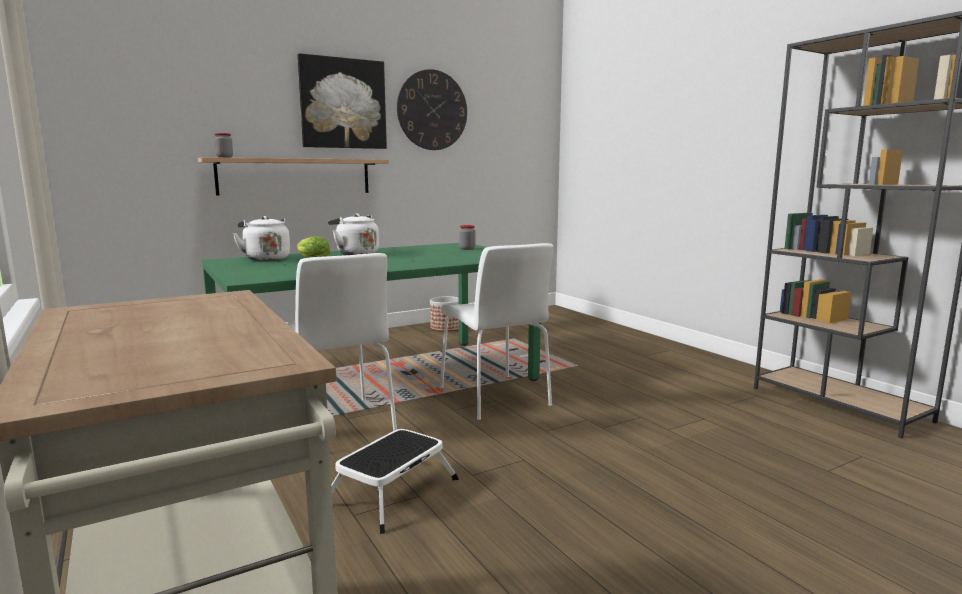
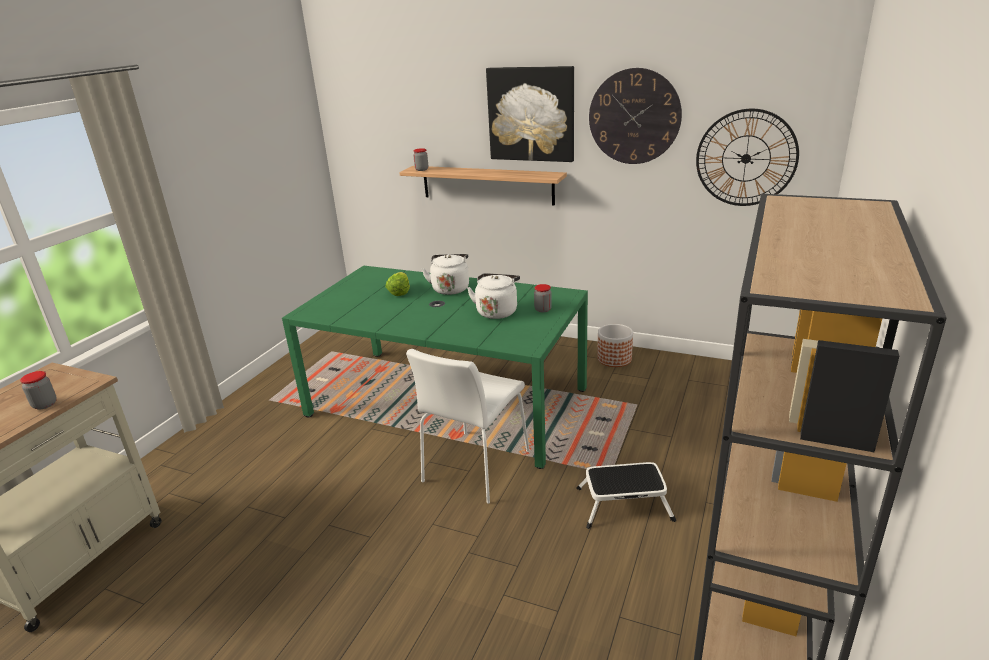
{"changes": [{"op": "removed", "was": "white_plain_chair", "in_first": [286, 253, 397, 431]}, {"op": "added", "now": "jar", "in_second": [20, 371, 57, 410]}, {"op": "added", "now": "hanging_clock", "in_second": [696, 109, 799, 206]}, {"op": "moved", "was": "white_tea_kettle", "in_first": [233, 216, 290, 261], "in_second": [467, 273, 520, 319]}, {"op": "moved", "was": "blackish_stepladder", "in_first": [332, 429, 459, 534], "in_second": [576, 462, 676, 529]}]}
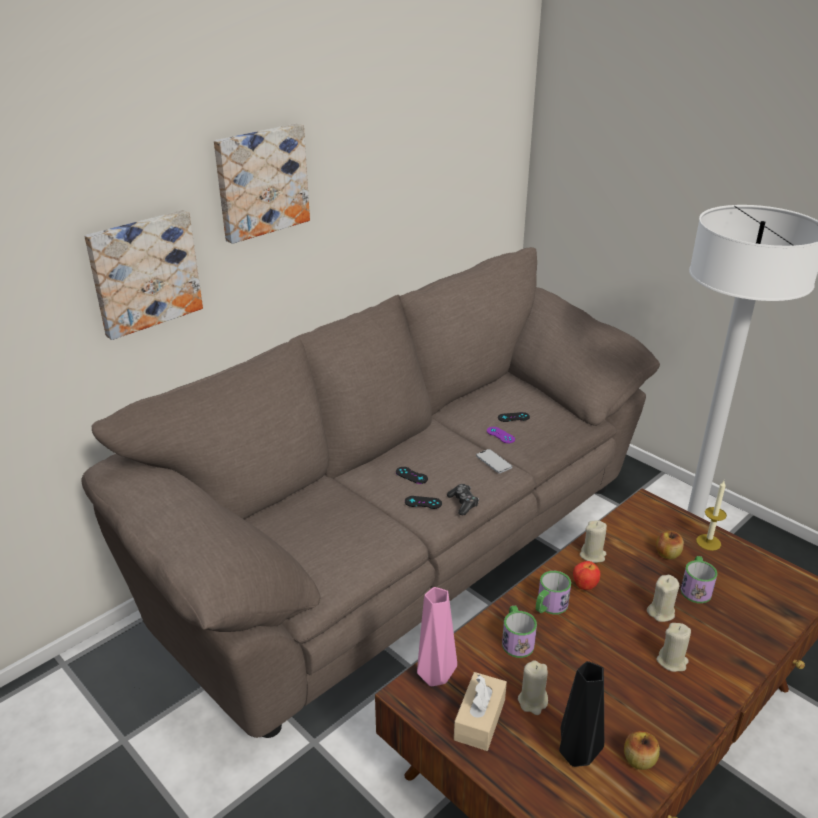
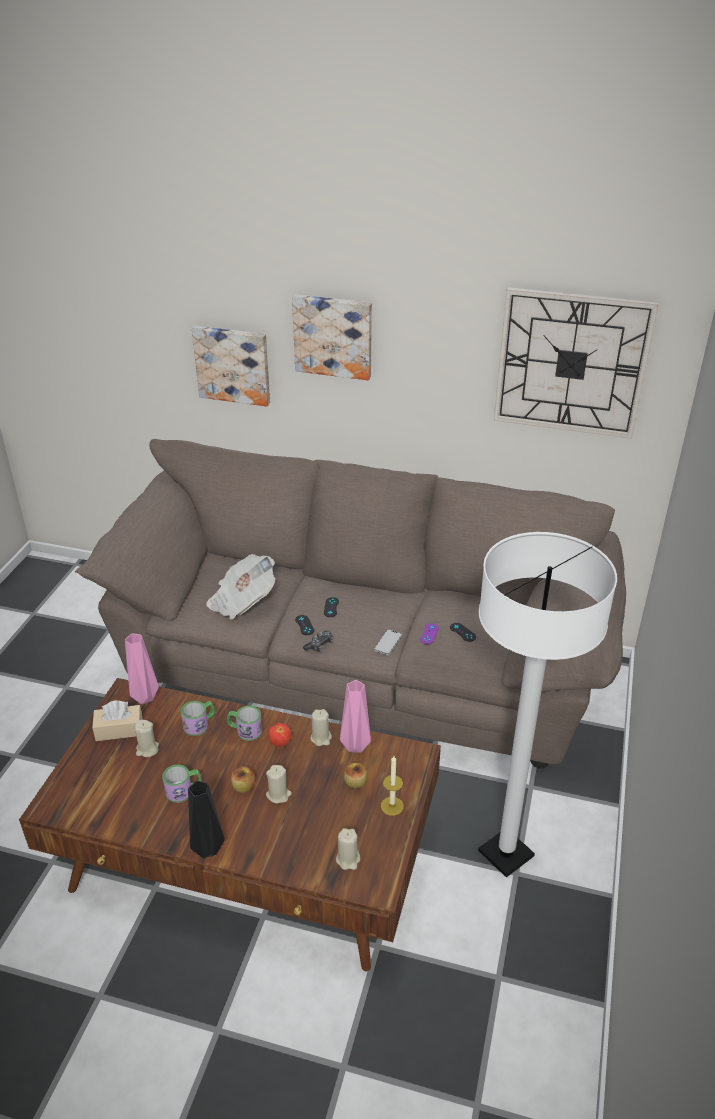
{"changes": [{"op": "added", "now": "printed_paper", "in_second": [206, 554, 275, 620]}, {"op": "added", "now": "pinkish_vase", "in_second": [340, 680, 371, 753]}, {"op": "added", "now": "hanging_clock", "in_second": [494, 287, 659, 439]}, {"op": "moved", "was": "blackish_vase", "in_first": [559, 661, 604, 767], "in_second": [188, 781, 225, 858]}, {"op": "moved", "was": "apple", "in_first": [624, 731, 660, 770], "in_second": [231, 766, 256, 793]}, {"op": "moved", "was": "sand-coloured_wax_candle", "in_first": [657, 623, 691, 672], "in_second": [336, 828, 360, 870]}, {"op": "moved", "was": "tea_mug", "in_first": [681, 556, 717, 603], "in_second": [162, 764, 202, 803]}]}
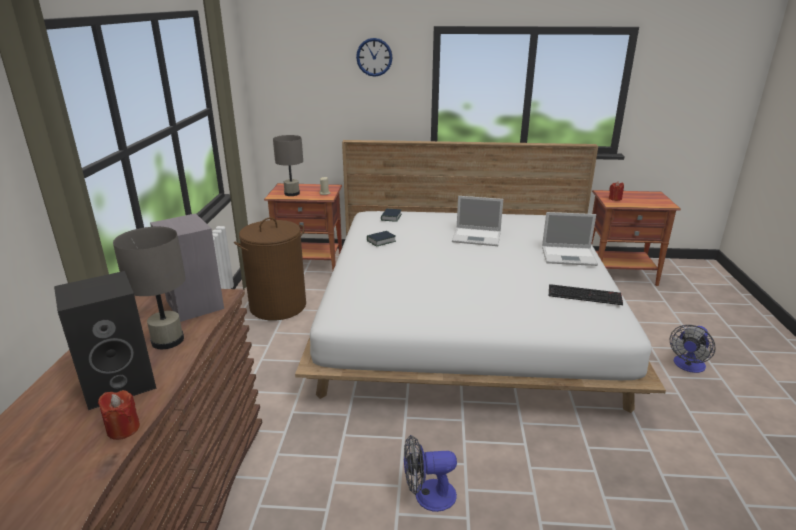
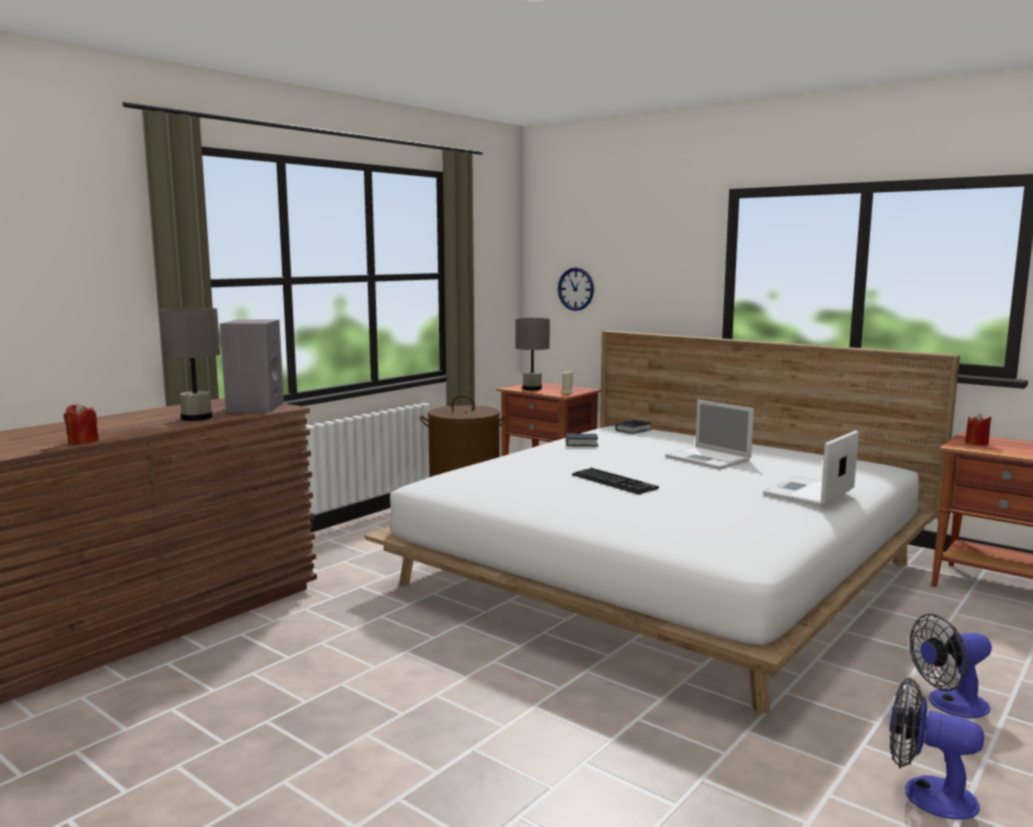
{"changes": [{"op": "removed", "was": "blackish_loudspeaker", "in_first": [54, 271, 157, 410]}, {"op": "moved", "was": "hanging_clock", "in_first": [356, 38, 393, 77], "in_second": [558, 268, 594, 311]}, {"op": "moved", "was": "cooling_fan", "in_first": [404, 435, 457, 512], "in_second": [889, 678, 984, 820]}, {"op": "moved", "was": "PC_keyboard", "in_first": [549, 284, 623, 305], "in_second": [572, 468, 659, 495]}, {"op": "turned", "was": "laptop", "in_first": [542, 212, 598, 266], "in_second": [763, 430, 859, 507], "clockwise": 90}]}
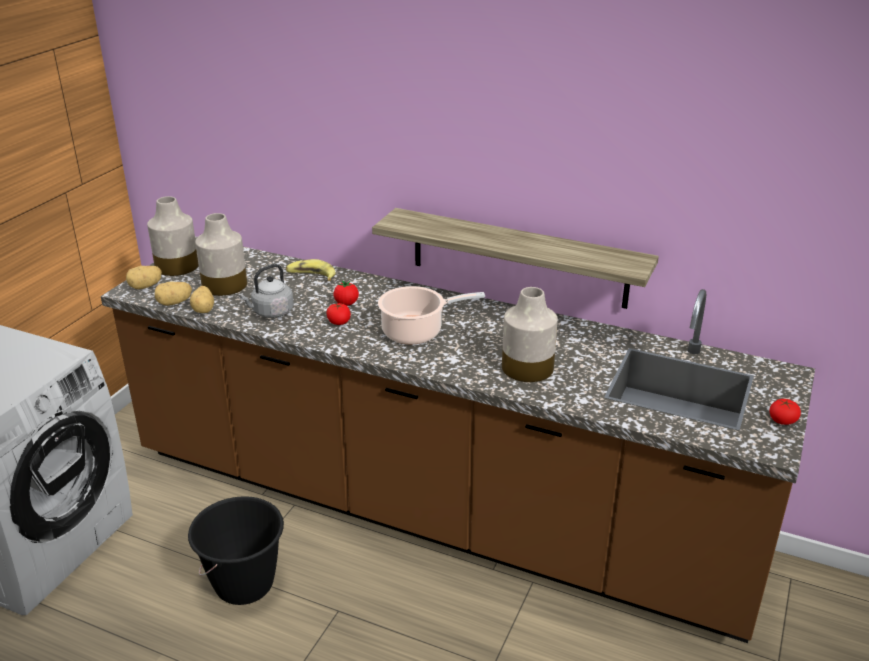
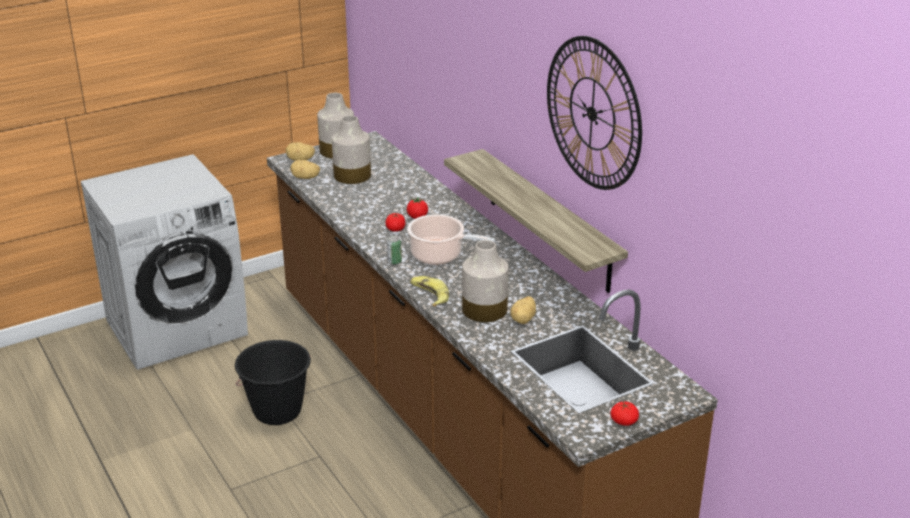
{"changes": [{"op": "removed", "was": "grey_tea_kettle", "in_first": [239, 264, 294, 318]}, {"op": "added", "now": "metal_can", "in_second": [387, 236, 402, 265]}, {"op": "added", "now": "hanging_clock", "in_second": [547, 36, 642, 190]}, {"op": "moved", "was": "potato", "in_first": [190, 286, 214, 313], "in_second": [510, 296, 536, 324]}, {"op": "moved", "was": "banana_fruit", "in_first": [286, 259, 336, 281], "in_second": [410, 276, 449, 307]}]}
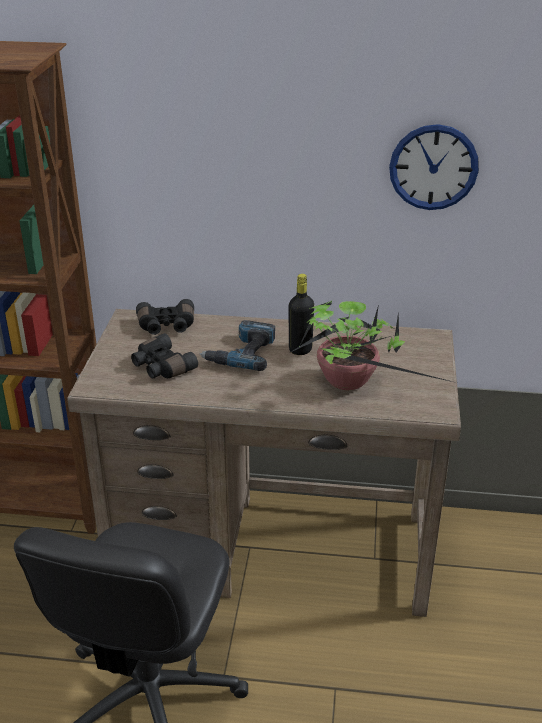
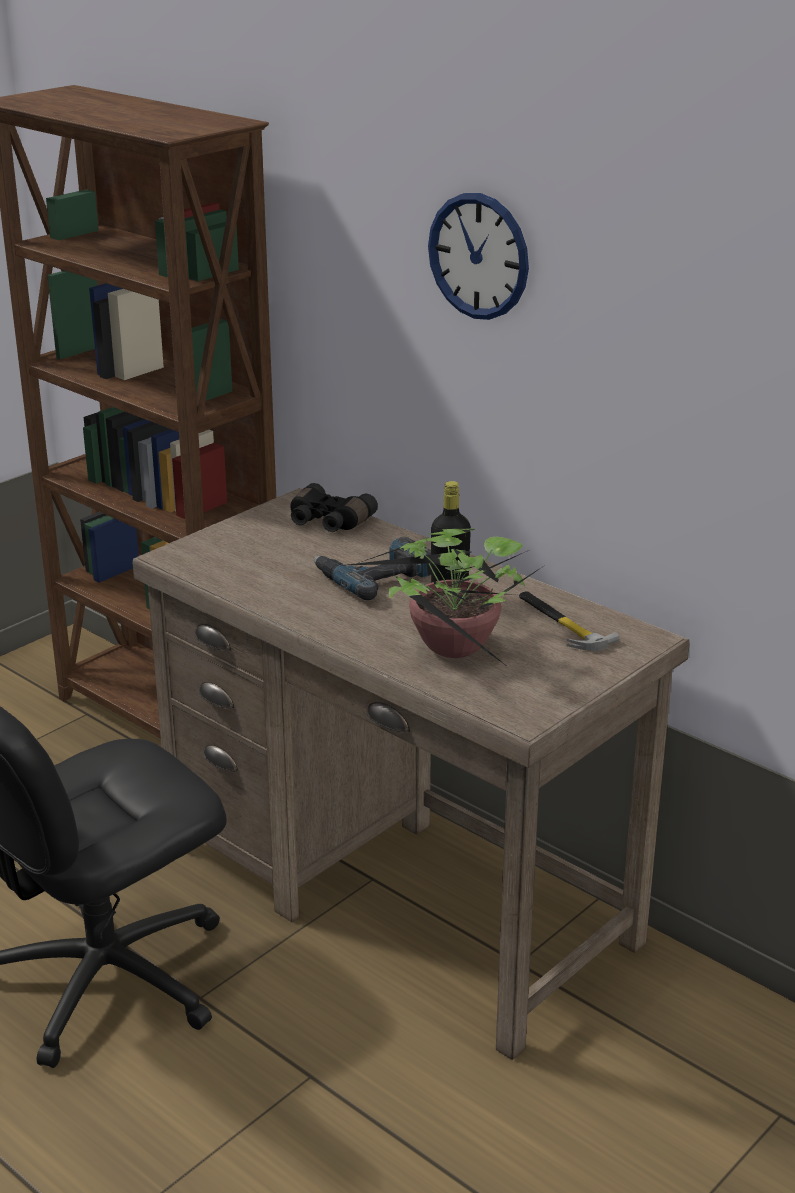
{"changes": [{"op": "removed", "was": "blackish_pair_of_binoculars", "in_first": [131, 333, 198, 378]}, {"op": "added", "now": "hand_hammer", "in_second": [519, 591, 620, 652]}, {"op": "moved", "was": "hanging_clock", "in_first": [389, 124, 479, 210], "in_second": [428, 193, 529, 320]}]}
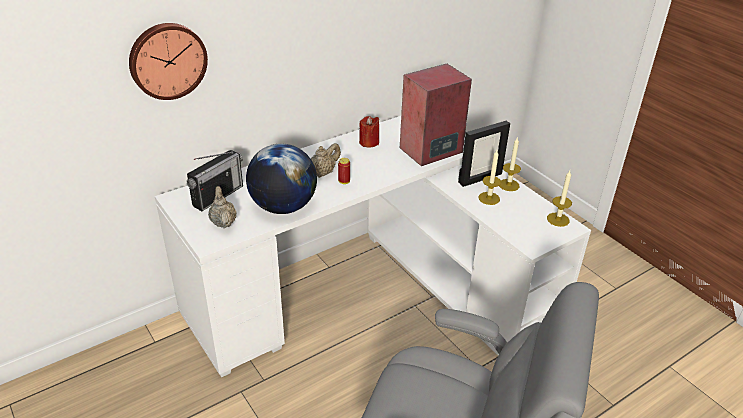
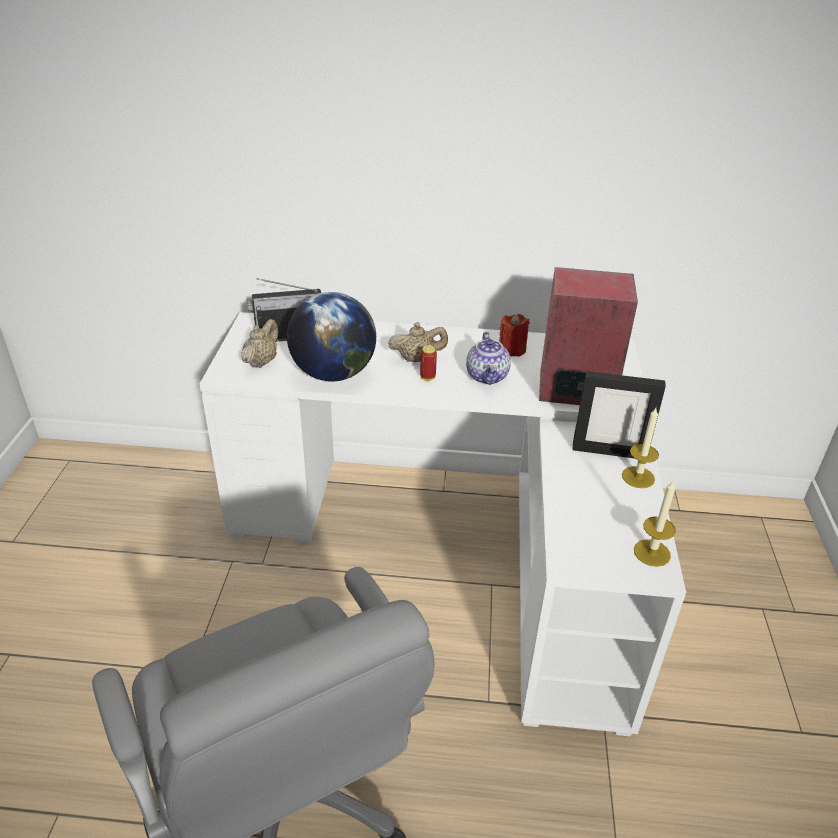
{"changes": [{"op": "removed", "was": "hanging_clock", "in_first": [129, 23, 208, 100]}, {"op": "removed", "was": "wax_candle", "in_first": [479, 150, 501, 205]}, {"op": "added", "now": "tea_pot", "in_second": [466, 332, 511, 385]}]}
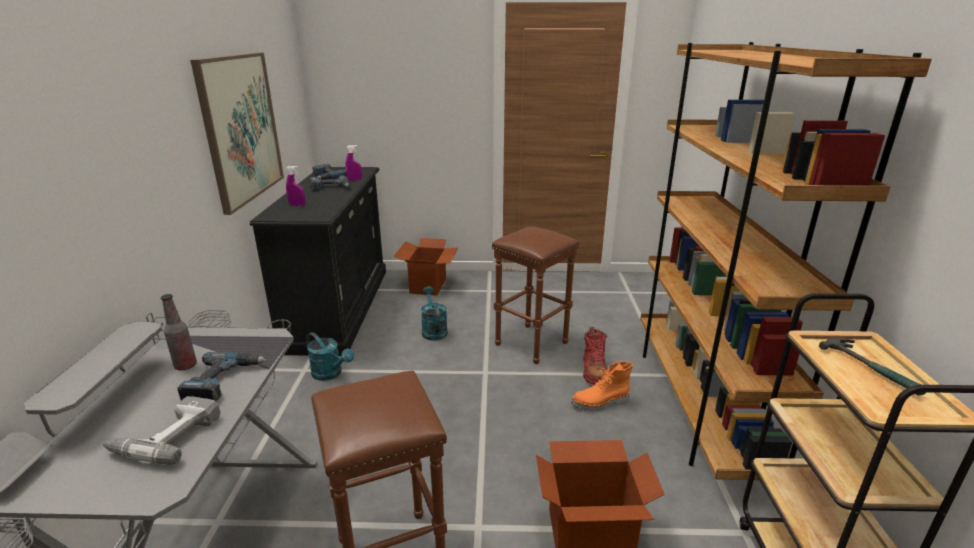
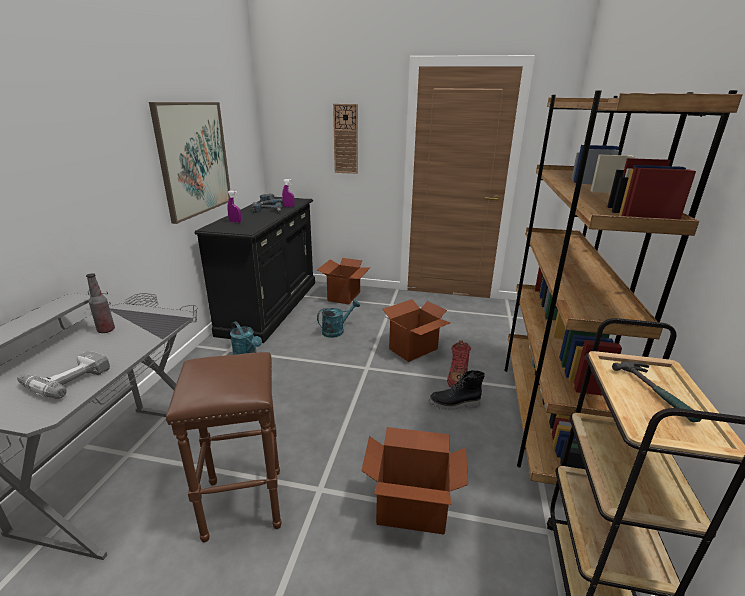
{"changes": [{"op": "removed", "was": "drill", "in_first": [177, 352, 266, 401]}, {"op": "added", "now": "hanging_clock", "in_second": [333, 104, 358, 174]}, {"op": "replaced", "was": "brown-coloured_sitting_stool", "now": "cardboard_box", "in_first": [492, 227, 579, 364], "in_second": [382, 299, 451, 362]}, {"op": "recoloured", "was": "orange_high-top_boot", "now": "blackish_high-top_boot", "in_first": [571, 361, 633, 411], "in_second": [429, 370, 485, 410]}, {"op": "turned", "was": "turquoise-coloured_watering_can", "in_first": [421, 287, 448, 341], "in_second": [317, 299, 360, 338], "clockwise": 60}]}
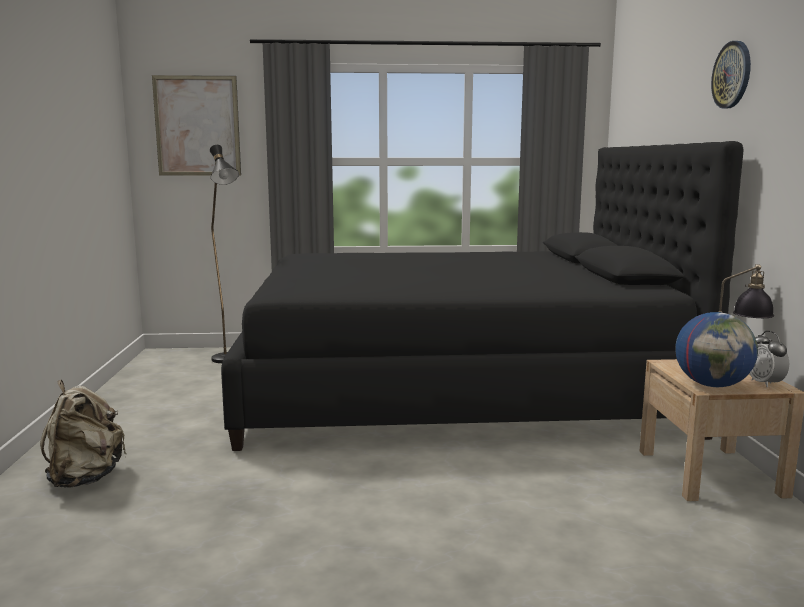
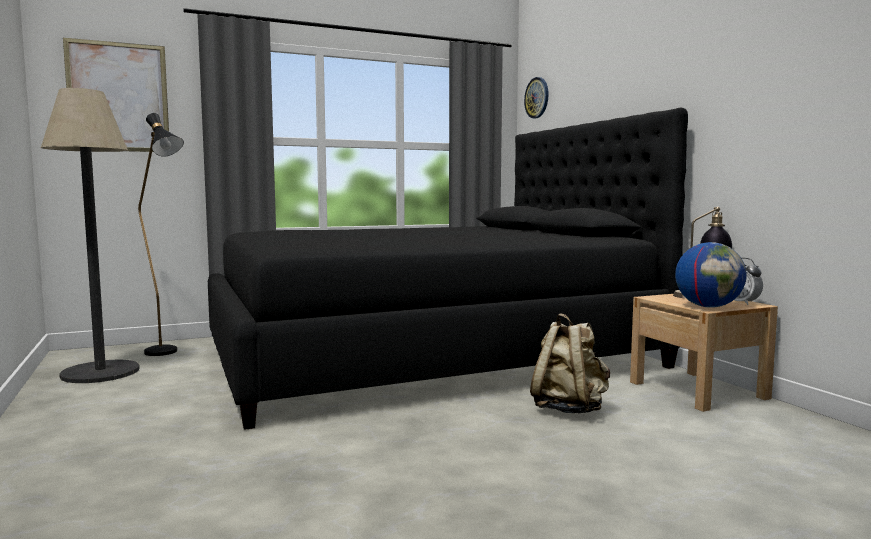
{"changes": [{"op": "added", "now": "standing_lamp", "in_second": [41, 88, 140, 383]}, {"op": "moved", "was": "sand-coloured_rucksack", "in_first": [40, 380, 127, 488], "in_second": [530, 313, 610, 413]}, {"op": "moved", "was": "hanging_clock", "in_first": [711, 41, 751, 109], "in_second": [524, 77, 548, 118]}]}
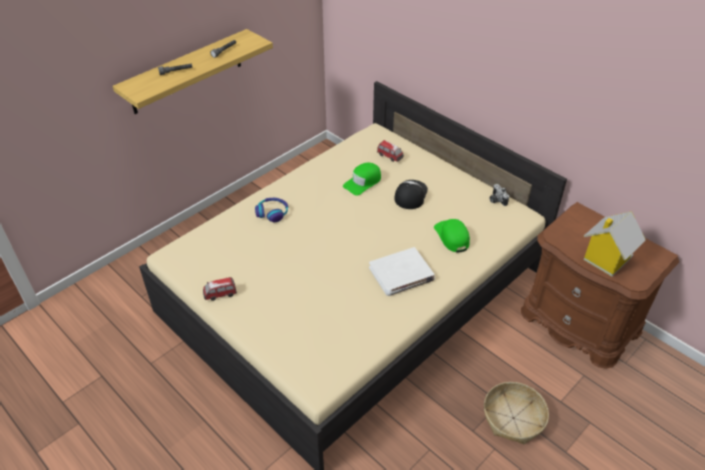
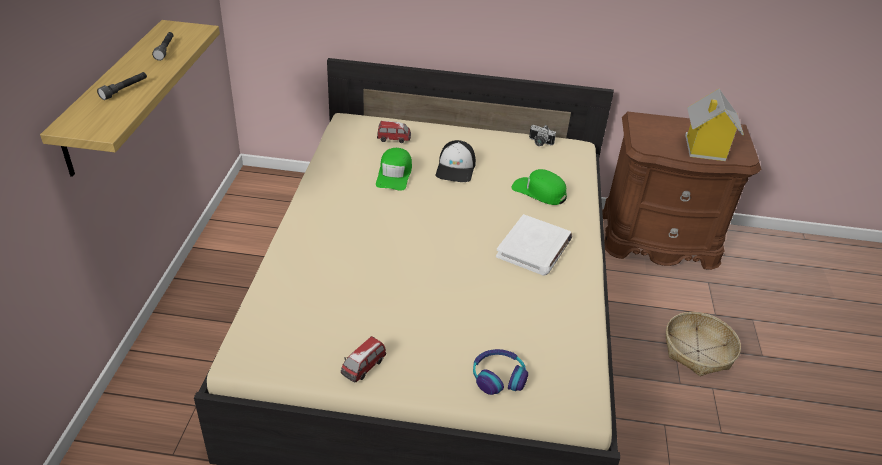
{"changes": [{"op": "moved", "was": "pair_of_headphones", "in_first": [255, 198, 288, 222], "in_second": [473, 349, 528, 395]}, {"op": "turned", "was": "peaked_cap", "in_first": [394, 180, 428, 209], "in_second": [436, 140, 476, 182], "clockwise": -150}]}
